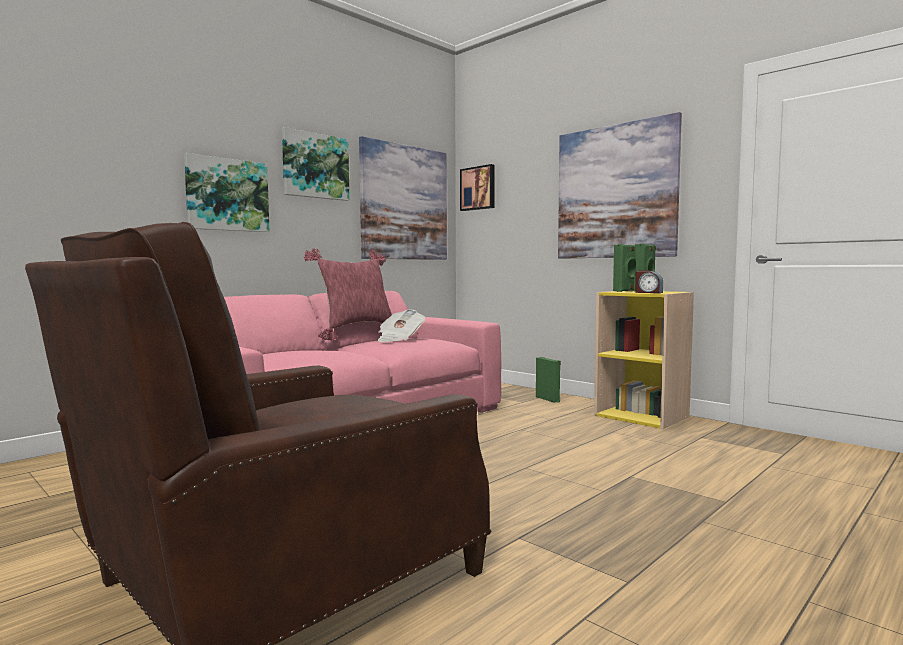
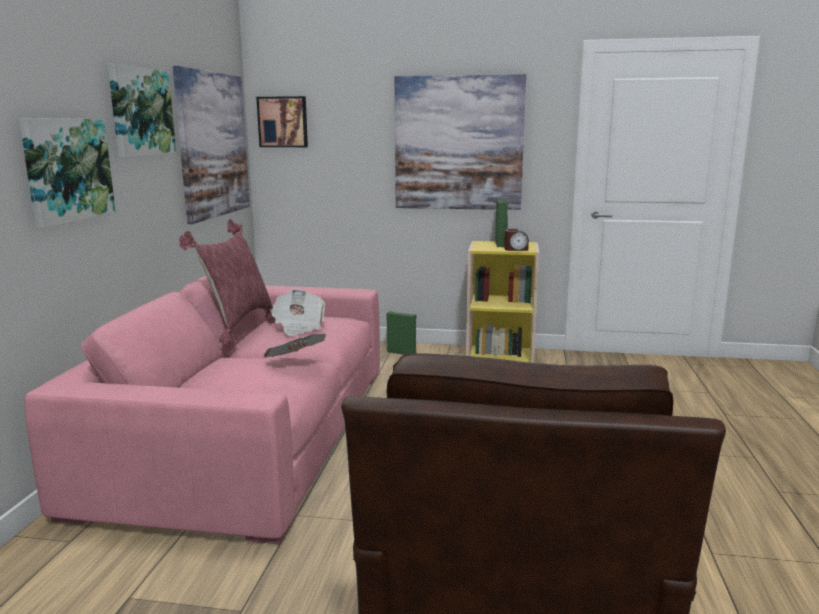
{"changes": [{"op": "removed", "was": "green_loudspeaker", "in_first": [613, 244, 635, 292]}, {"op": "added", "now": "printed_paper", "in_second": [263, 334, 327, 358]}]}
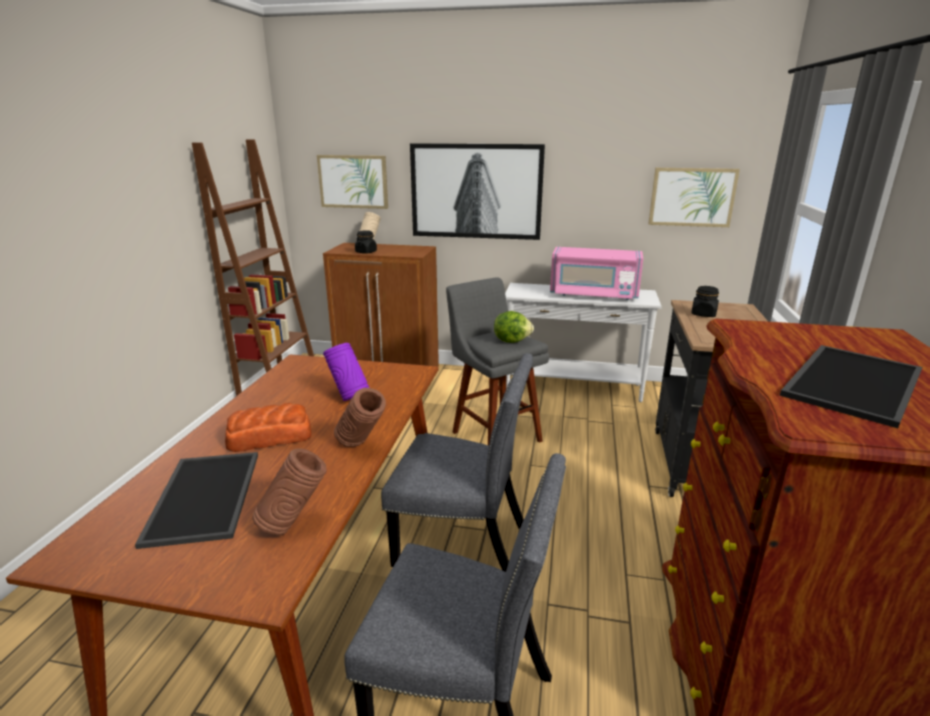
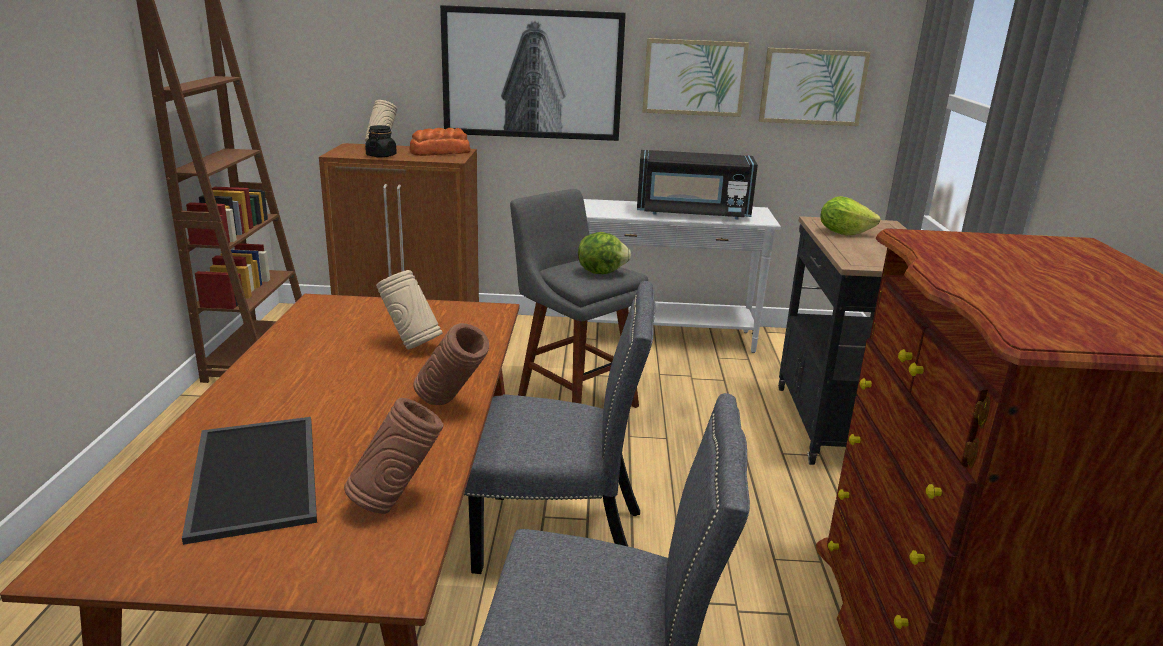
{"changes": [{"op": "removed", "was": "tray", "in_first": [780, 345, 922, 428]}, {"op": "moved", "was": "bakery_bread", "in_first": [225, 403, 312, 452], "in_second": [410, 128, 470, 156]}, {"op": "moved", "was": "wall_picture", "in_first": [317, 155, 388, 209], "in_second": [643, 38, 749, 117]}, {"op": "replaced", "was": "blackish_jar", "now": "head_of_lettuce", "in_first": [691, 286, 719, 317], "in_second": [820, 196, 881, 236]}, {"op": "recoloured", "was": "purple_vase", "now": "sand-coloured_vase", "in_first": [323, 343, 370, 401], "in_second": [376, 270, 443, 350]}, {"op": "recoloured", "was": "pinkish_microwave_oven", "now": "blackish_microwave_oven", "in_first": [550, 247, 643, 300], "in_second": [637, 150, 758, 219]}]}
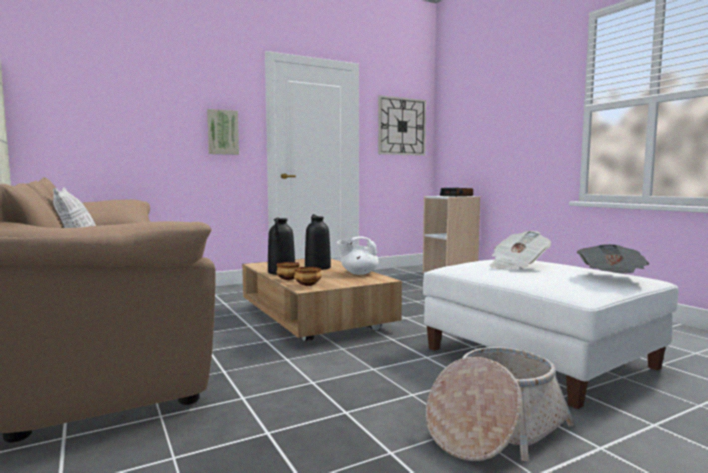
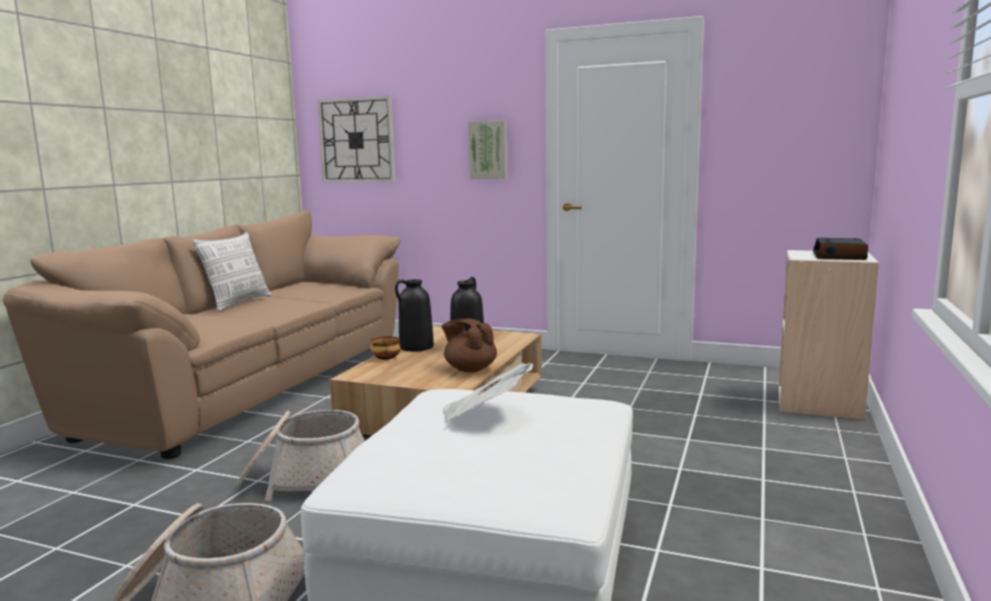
{"changes": [{"op": "removed", "was": "bowl", "in_first": [294, 267, 322, 286]}, {"op": "removed", "was": "printed_paper", "in_first": [577, 244, 649, 274]}, {"op": "added", "now": "storage_basket", "in_second": [235, 410, 365, 501]}, {"op": "moved", "was": "hanging_clock", "in_first": [378, 95, 426, 156], "in_second": [317, 96, 395, 183]}, {"op": "recoloured", "was": "white_tea_pot", "now": "brown-coloured_tea_pot", "in_first": [337, 237, 379, 275], "in_second": [441, 319, 497, 372]}]}
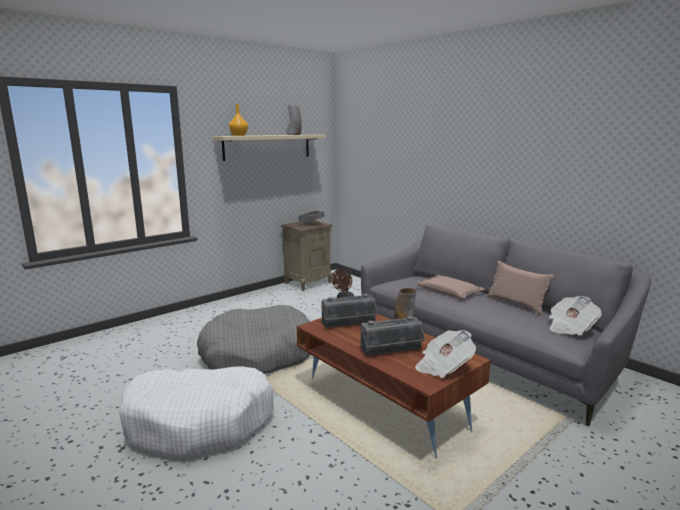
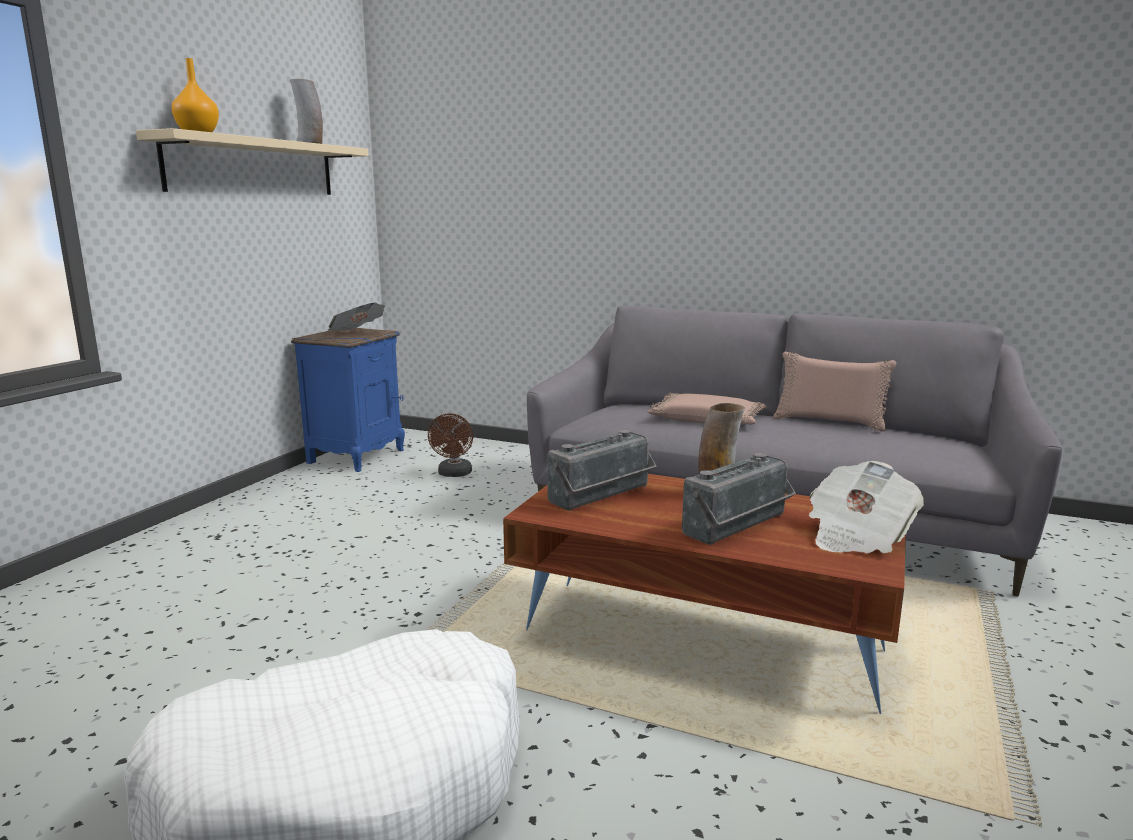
{"changes": [{"op": "removed", "was": "grey_pet_bed", "in_first": [197, 305, 311, 373]}, {"op": "removed", "was": "printed_paper", "in_first": [549, 296, 602, 335]}, {"op": "recoloured", "was": "sand-coloured_nightstand", "now": "blue_nightstand", "in_first": [281, 220, 333, 291], "in_second": [291, 328, 405, 472]}]}
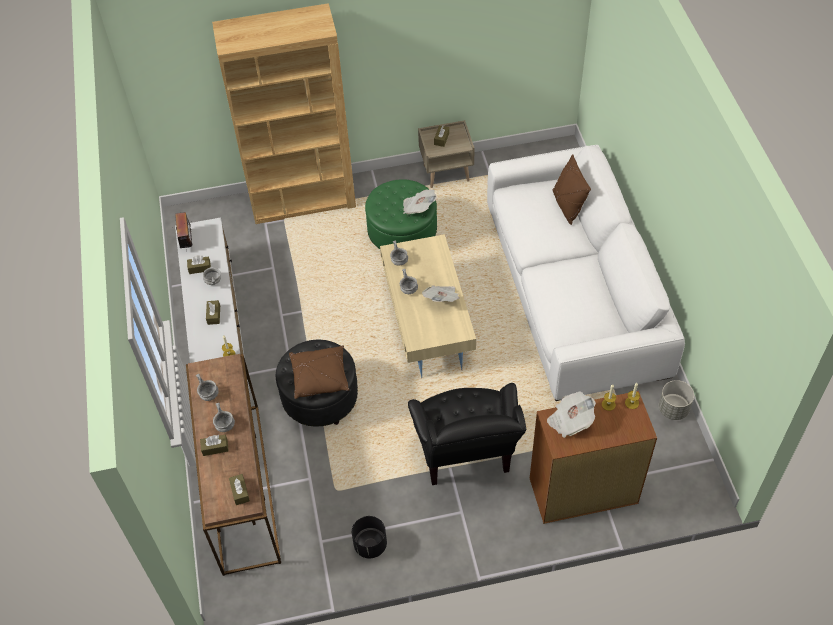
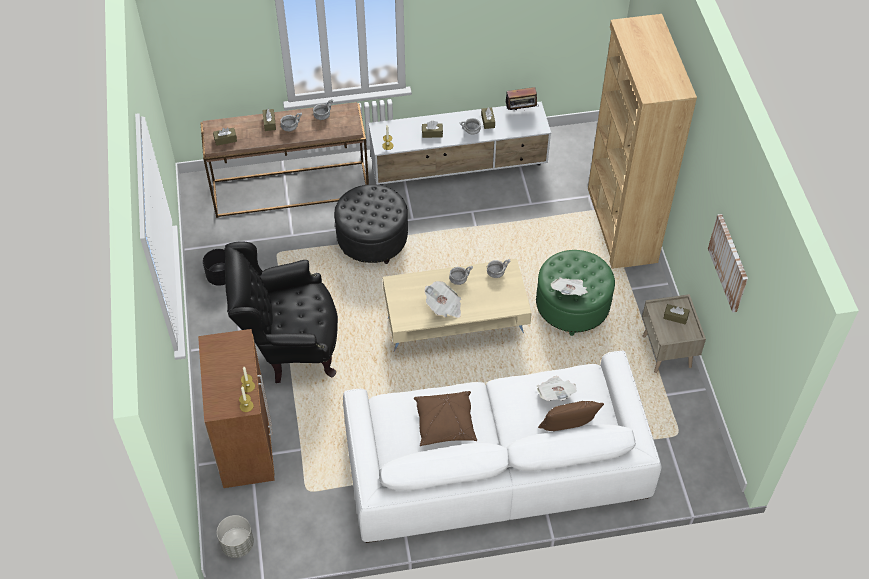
{"changes": [{"op": "added", "now": "wall_picture", "in_second": [708, 214, 748, 313]}, {"op": "moved", "was": "brown-coloured_cushion", "in_first": [289, 346, 350, 399], "in_second": [414, 391, 477, 446]}, {"op": "moved", "was": "printed_paper", "in_first": [547, 392, 596, 438], "in_second": [537, 376, 577, 401]}, {"op": "moved", "was": "grey_flower_pot", "in_first": [659, 380, 694, 420], "in_second": [217, 515, 254, 558]}]}
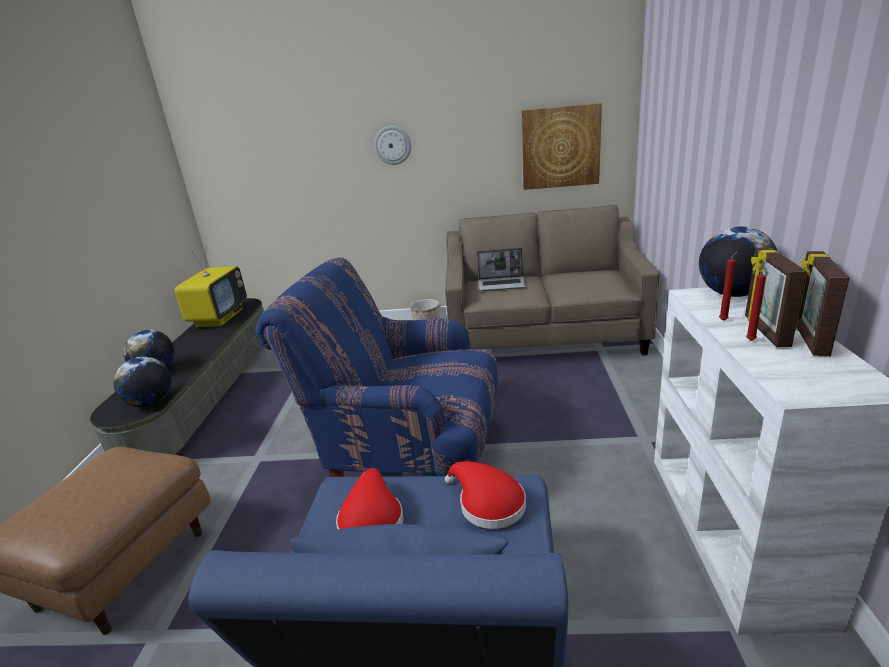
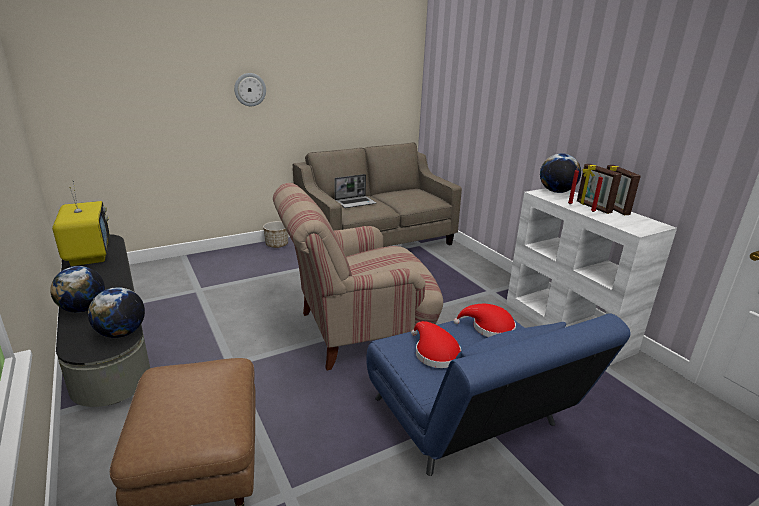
{"changes": [{"op": "removed", "was": "wall_picture", "in_first": [522, 103, 602, 190]}, {"op": "recoloured", "was": "blue_lounge_chair", "now": "sand-coloured_lounge_chair", "in_first": [256, 258, 498, 477], "in_second": [273, 183, 443, 370]}]}
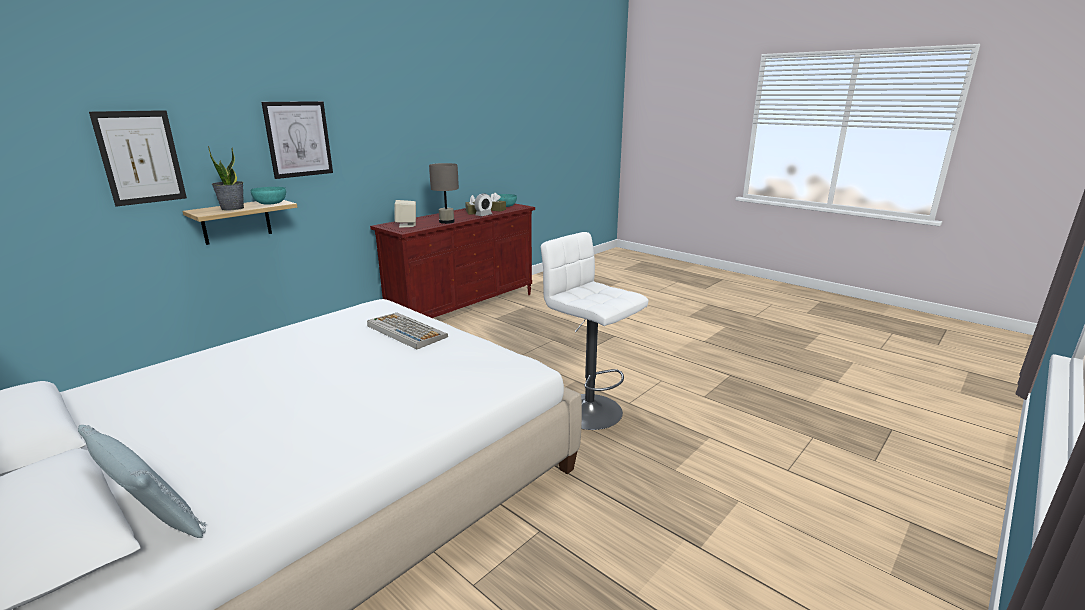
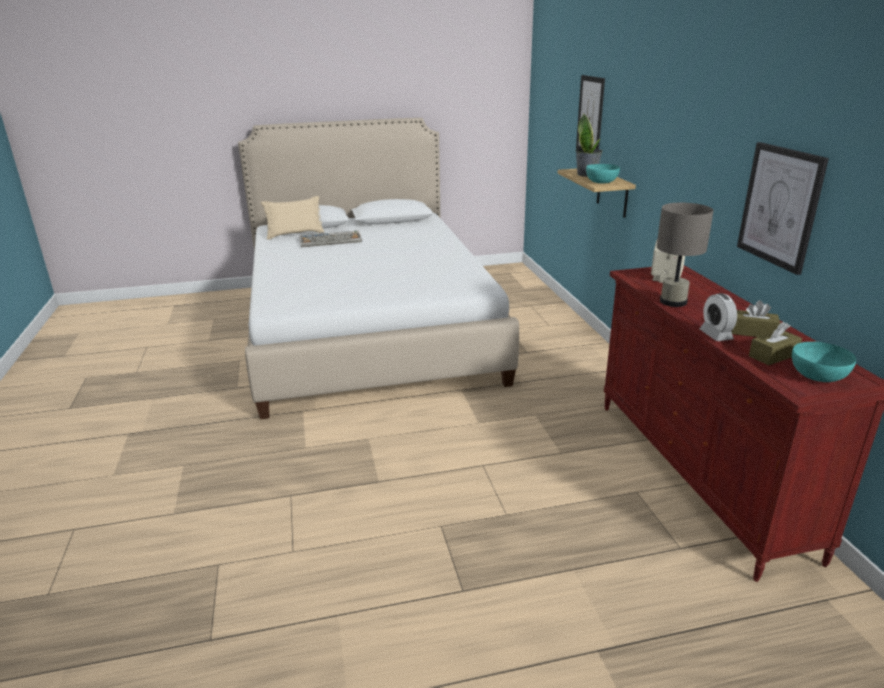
{"changes": [{"op": "removed", "was": "white_sitting_stool", "in_first": [541, 232, 648, 430]}, {"op": "moved", "was": "wall_picture", "in_first": [261, 101, 333, 179], "in_second": [737, 142, 829, 275]}, {"op": "moved", "was": "PC_keyboard", "in_first": [367, 313, 448, 349], "in_second": [299, 231, 362, 248]}, {"op": "recoloured", "was": "blue_cushion", "now": "sand-coloured_cushion", "in_first": [78, 425, 206, 538], "in_second": [261, 196, 324, 240]}]}
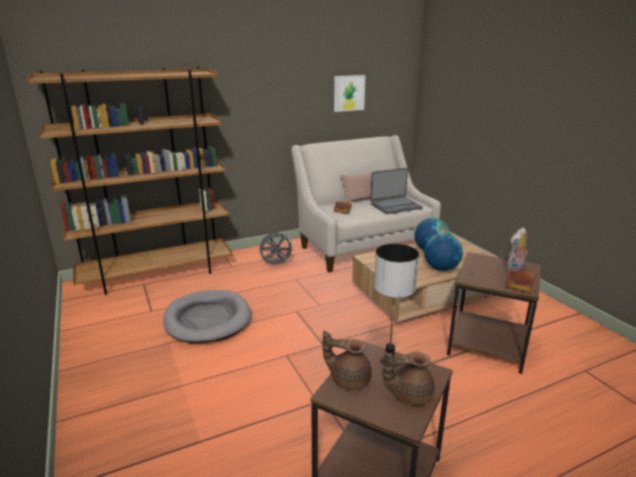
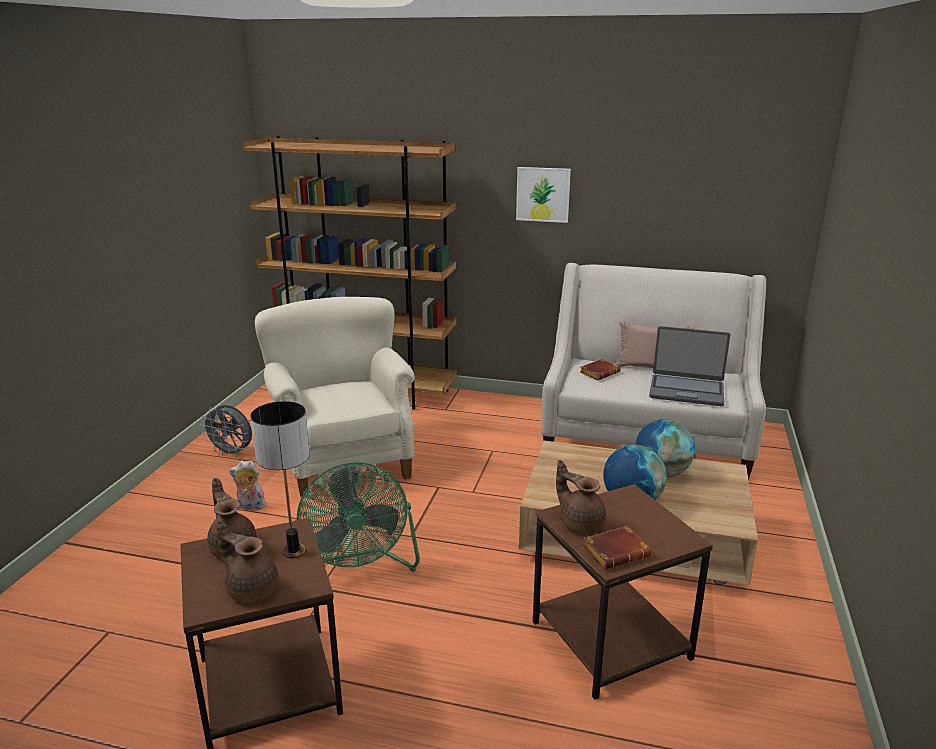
{"changes": [{"op": "added", "now": "green_cooling_fan", "in_second": [295, 462, 420, 572]}, {"op": "added", "now": "brown-coloured_tea_pot", "in_second": [556, 460, 606, 534]}, {"op": "moved", "was": "grey_cooling_fan", "in_first": [259, 233, 294, 267], "in_second": [201, 405, 252, 458]}, {"op": "moved", "was": "wall_picture", "in_first": [334, 75, 365, 112], "in_second": [516, 167, 571, 223]}, {"op": "moved", "was": "soft_toy", "in_first": [504, 227, 528, 271], "in_second": [229, 460, 266, 511]}, {"op": "replaced", "was": "grey_pet_bed", "now": "sand-coloured_lounge_chair", "in_first": [163, 290, 251, 343], "in_second": [255, 297, 415, 497]}]}
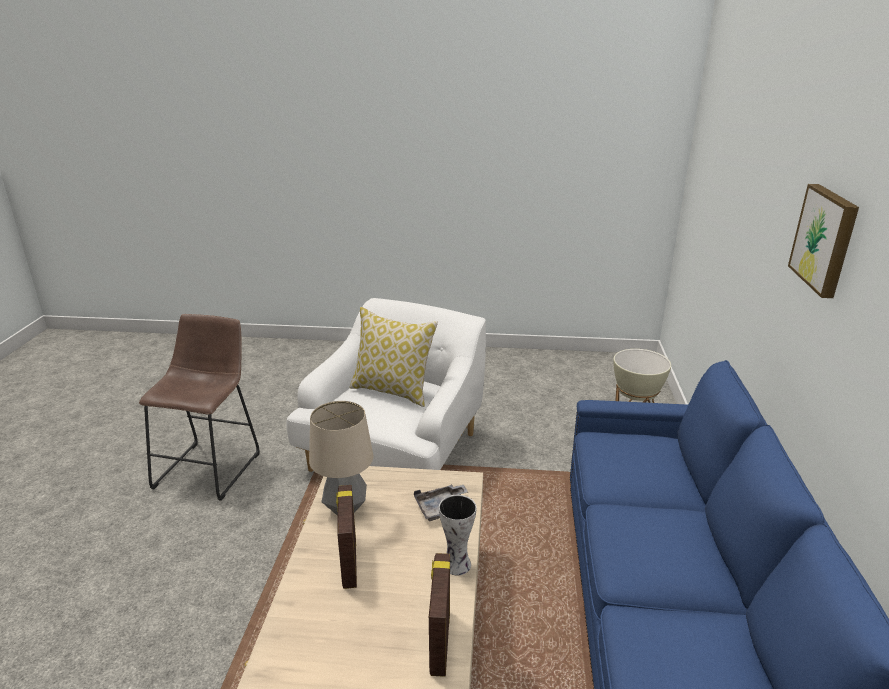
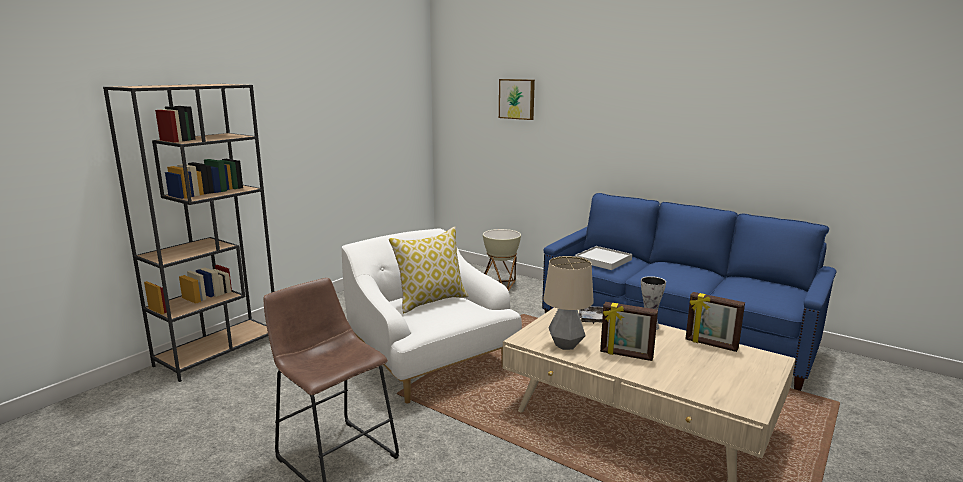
{"changes": [{"op": "added", "now": "shelving_unit", "in_second": [103, 84, 274, 382]}, {"op": "added", "now": "white_tray", "in_second": [575, 246, 632, 270]}, {"op": "moved", "was": "wall_picture", "in_first": [788, 184, 859, 298], "in_second": [499, 79, 535, 120]}]}
